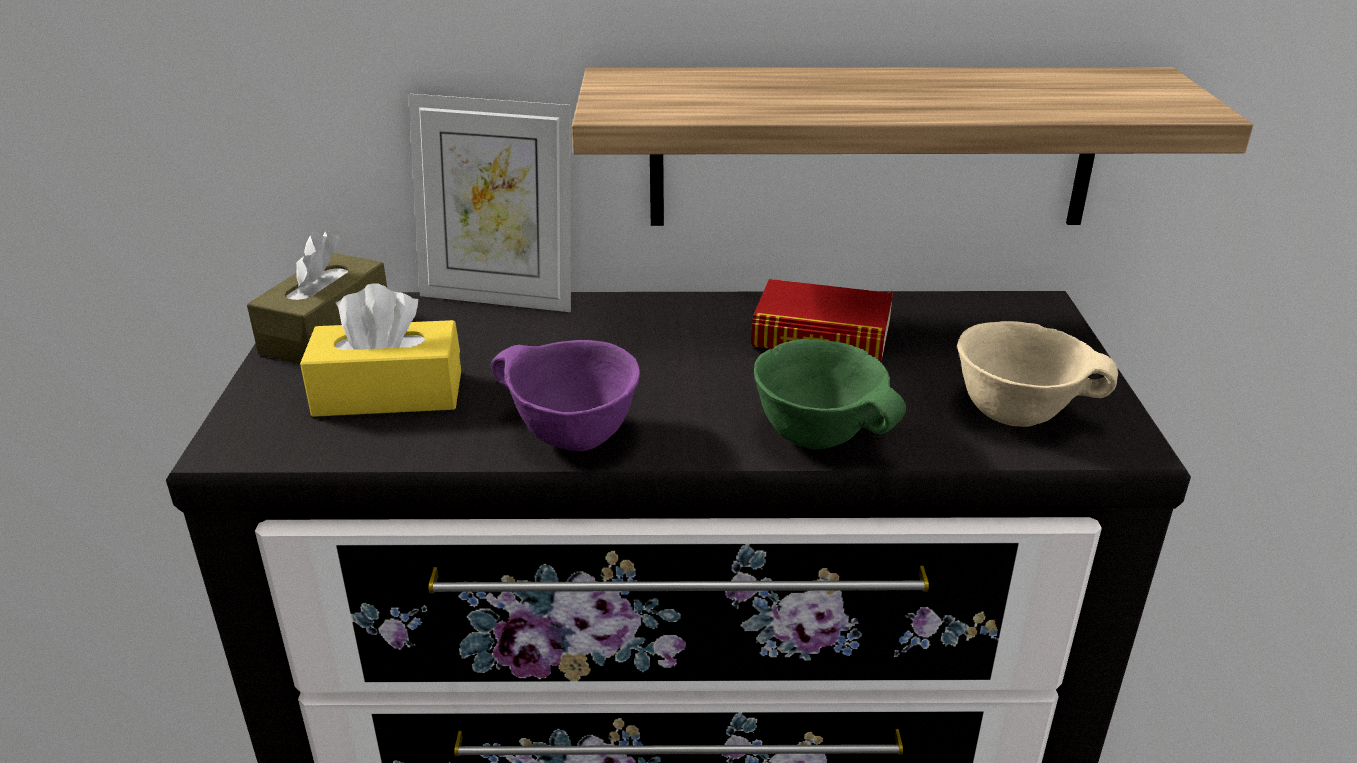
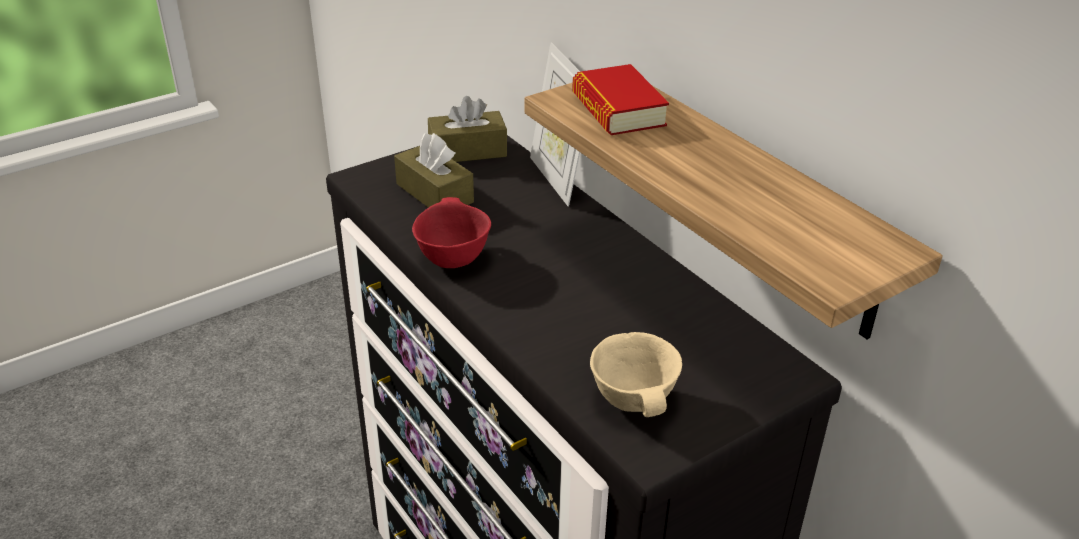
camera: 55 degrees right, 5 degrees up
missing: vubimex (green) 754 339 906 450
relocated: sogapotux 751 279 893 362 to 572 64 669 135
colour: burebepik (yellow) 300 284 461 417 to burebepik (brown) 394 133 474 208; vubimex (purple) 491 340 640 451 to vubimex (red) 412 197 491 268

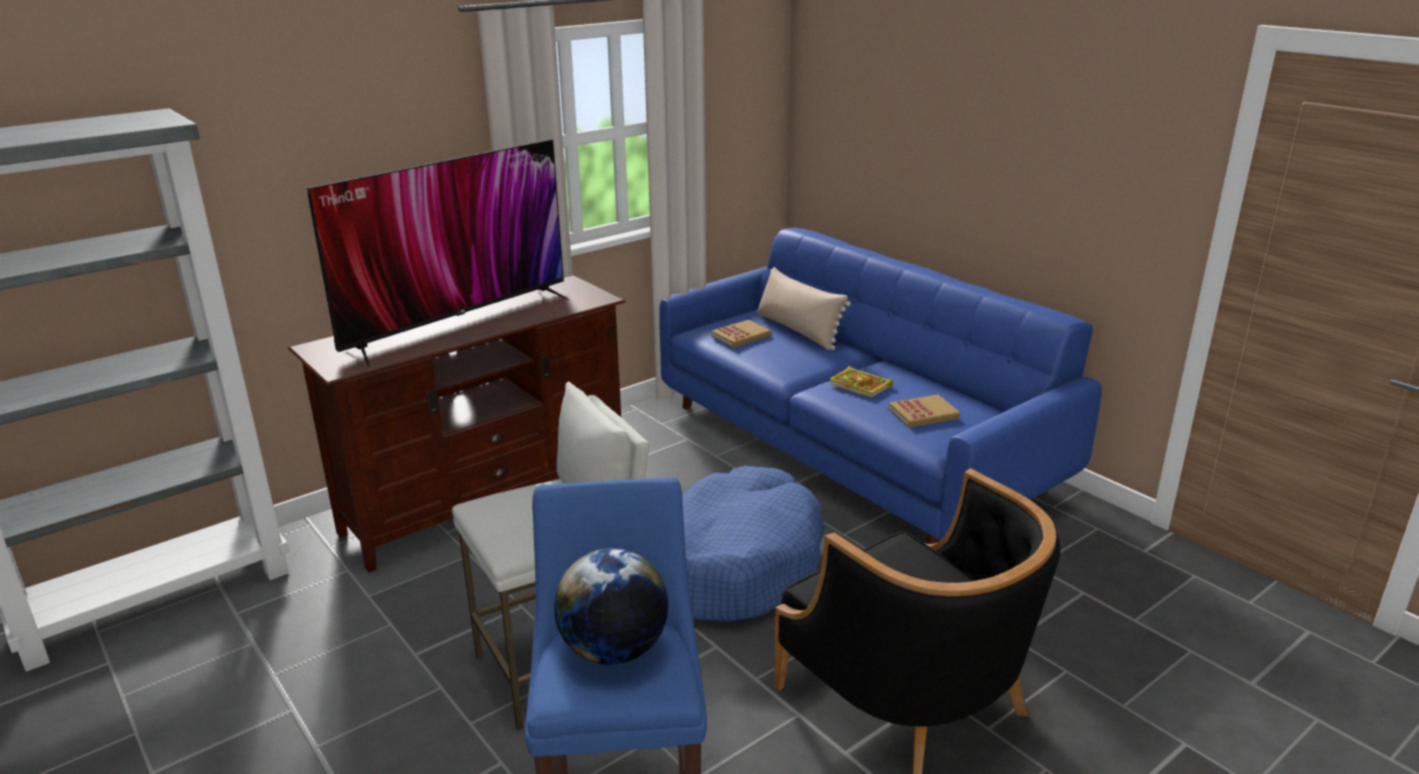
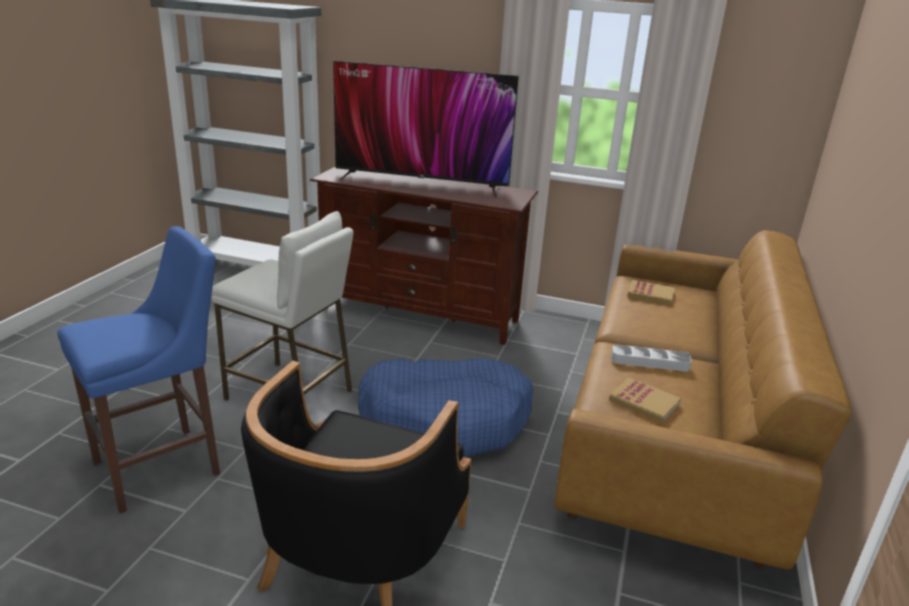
camera: 55 degrees right, 0 degrees up
missing: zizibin 554 548 668 665; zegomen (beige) 757 267 851 350
exchanged: sogapotux 829 366 893 398 to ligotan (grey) 611 345 692 372
colour: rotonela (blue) 659 228 1102 544 to rotonela (brown) 554 230 851 570

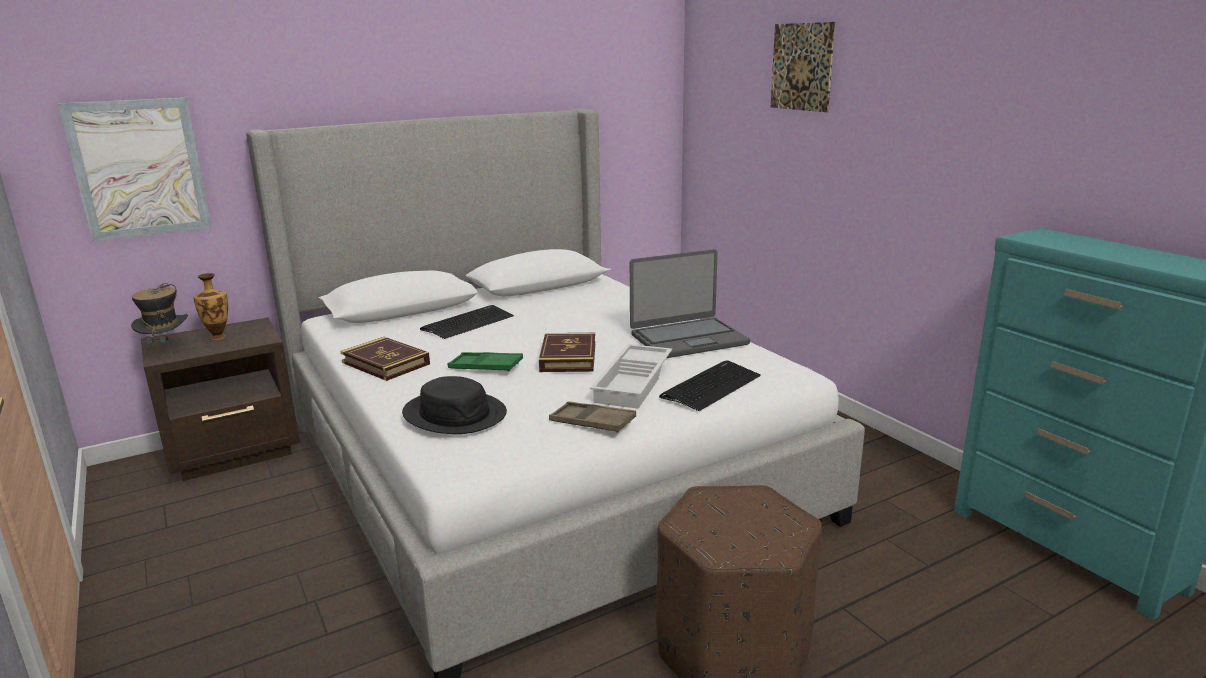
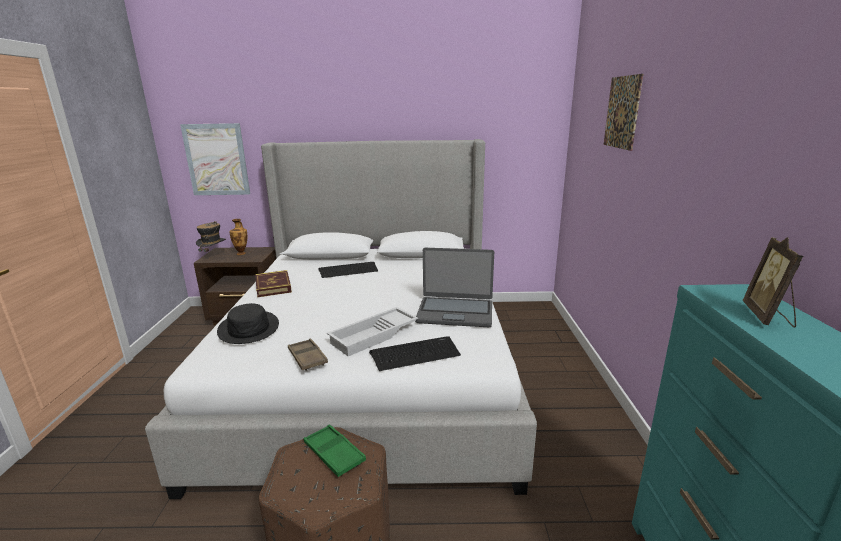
camera: 30 degrees right, 0 degrees up
missing: sogapotux 539 333 595 372
appeared: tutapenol 743 237 803 327
relocated: ligotan (green) 448 352 523 372 to 304 425 366 477

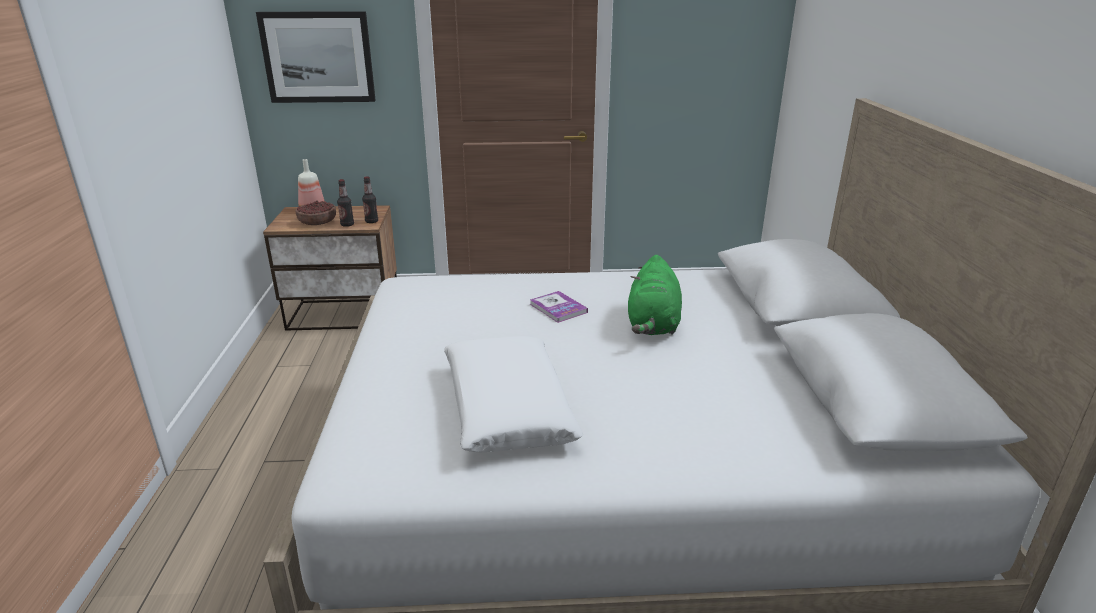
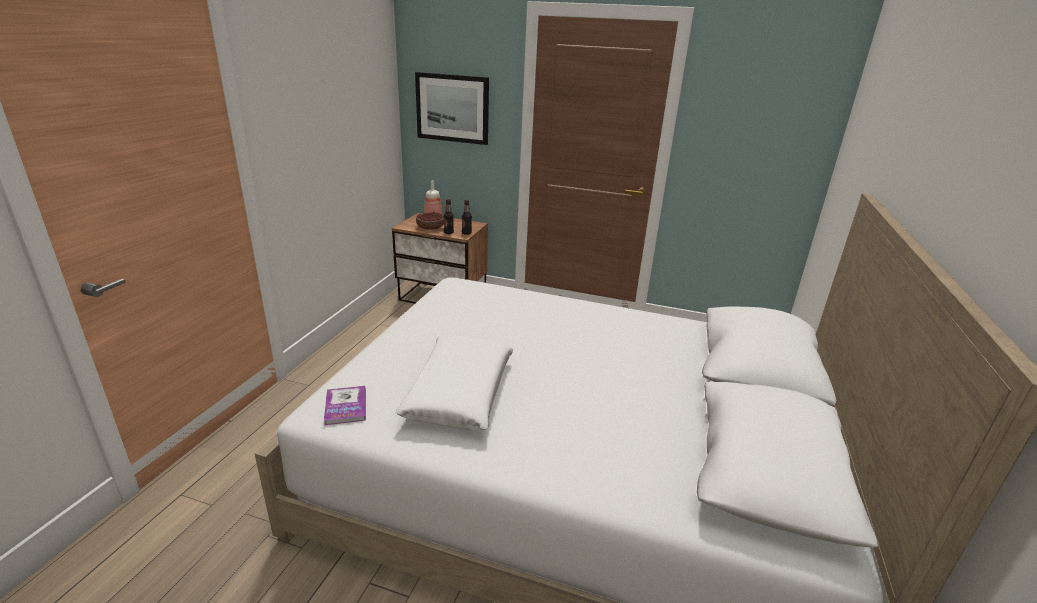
camera: 20 degrees right, 0 degrees up
missing: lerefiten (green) 628 255 682 335
relocated: sogapotux 530 291 588 323 to 324 386 366 425

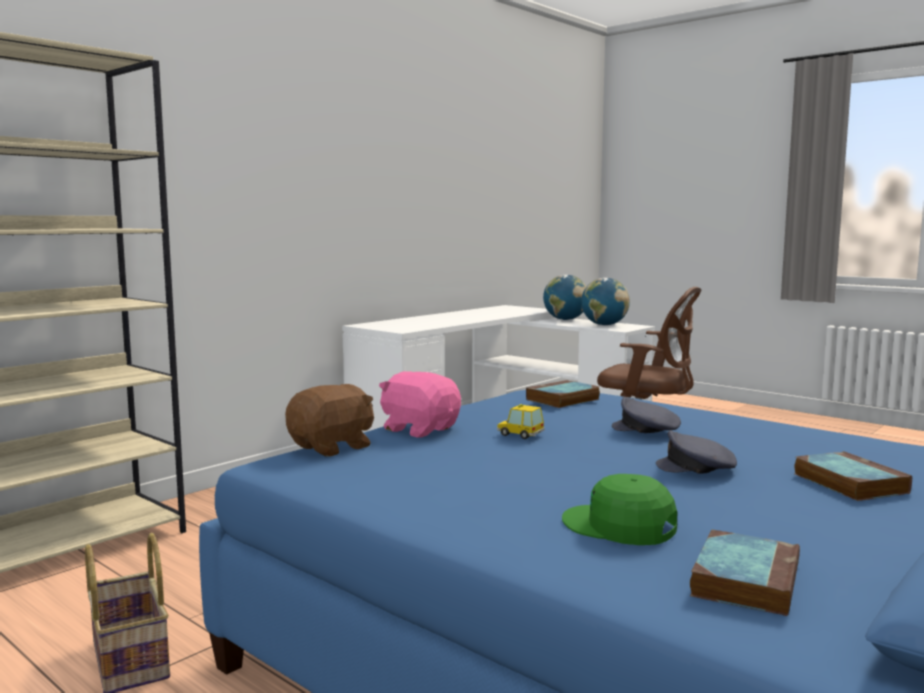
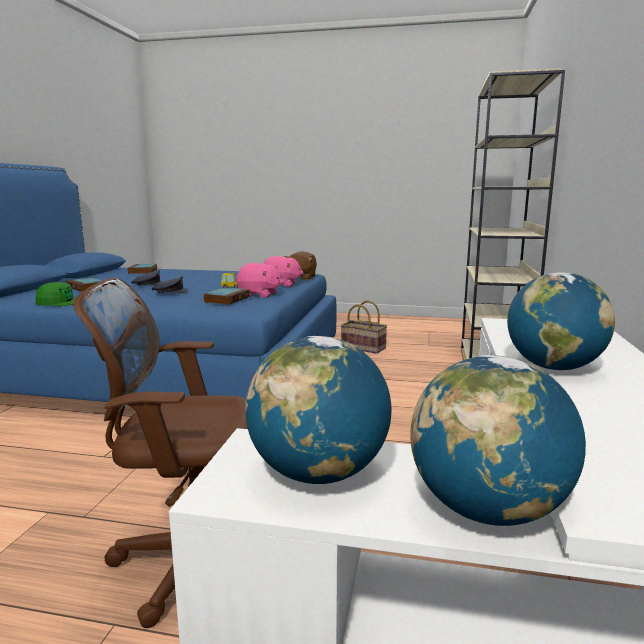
camera: 150 degrees right, 5 degrees up
appeared: lerefiten (pink) 236 263 283 298; zizibin 507 272 615 370
relocated: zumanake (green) 562 474 677 545 to 36 282 76 306

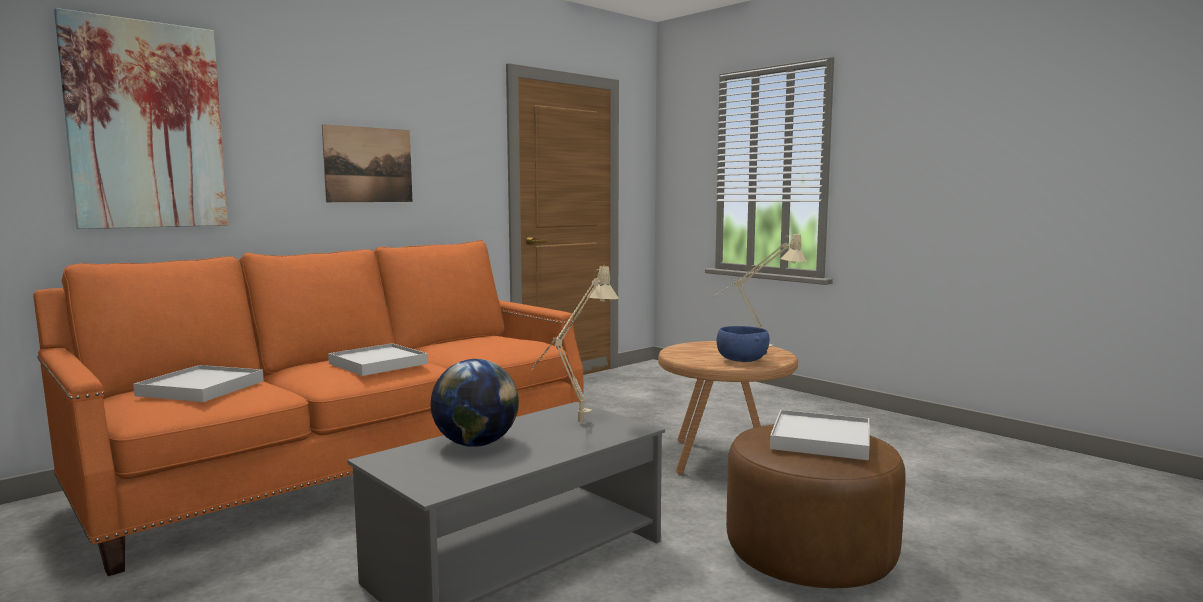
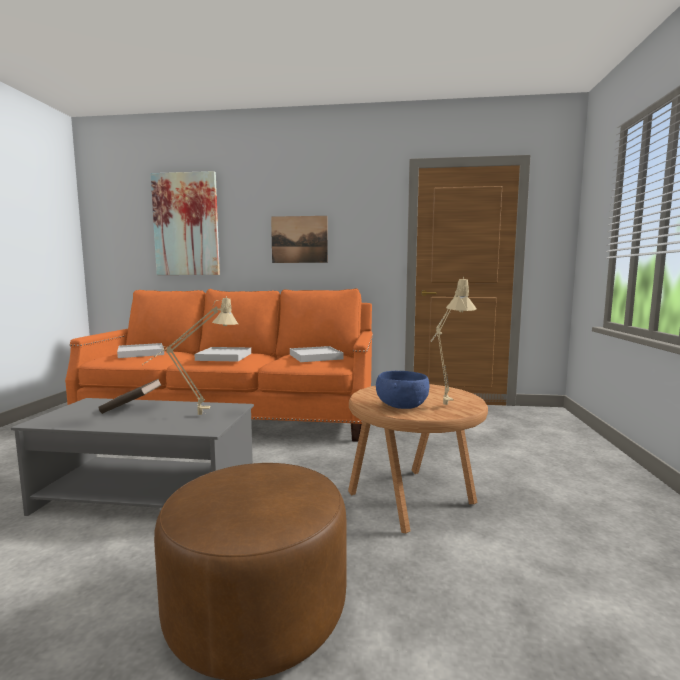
camera: 50 degrees right, 0 degrees up
relocated: ligotan (white) 770 410 870 460 to 290 346 344 362
exchanged: zizibin 430 359 519 447 to sogapotux (brown) 98 379 161 414

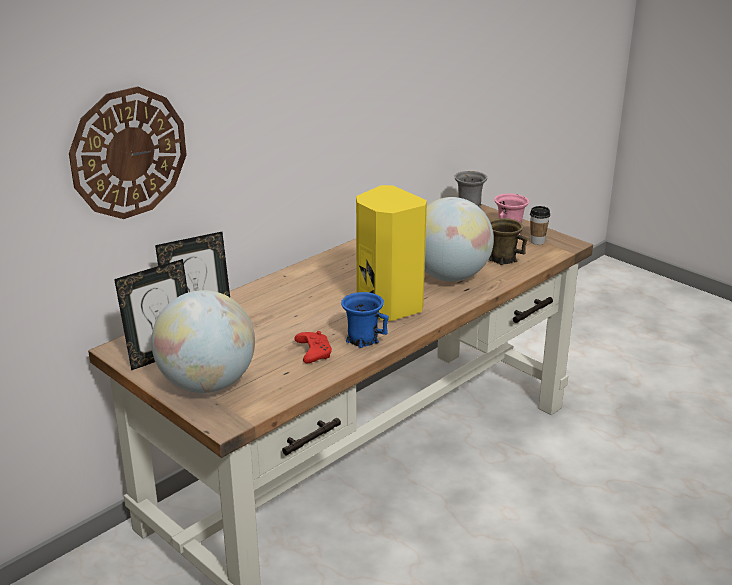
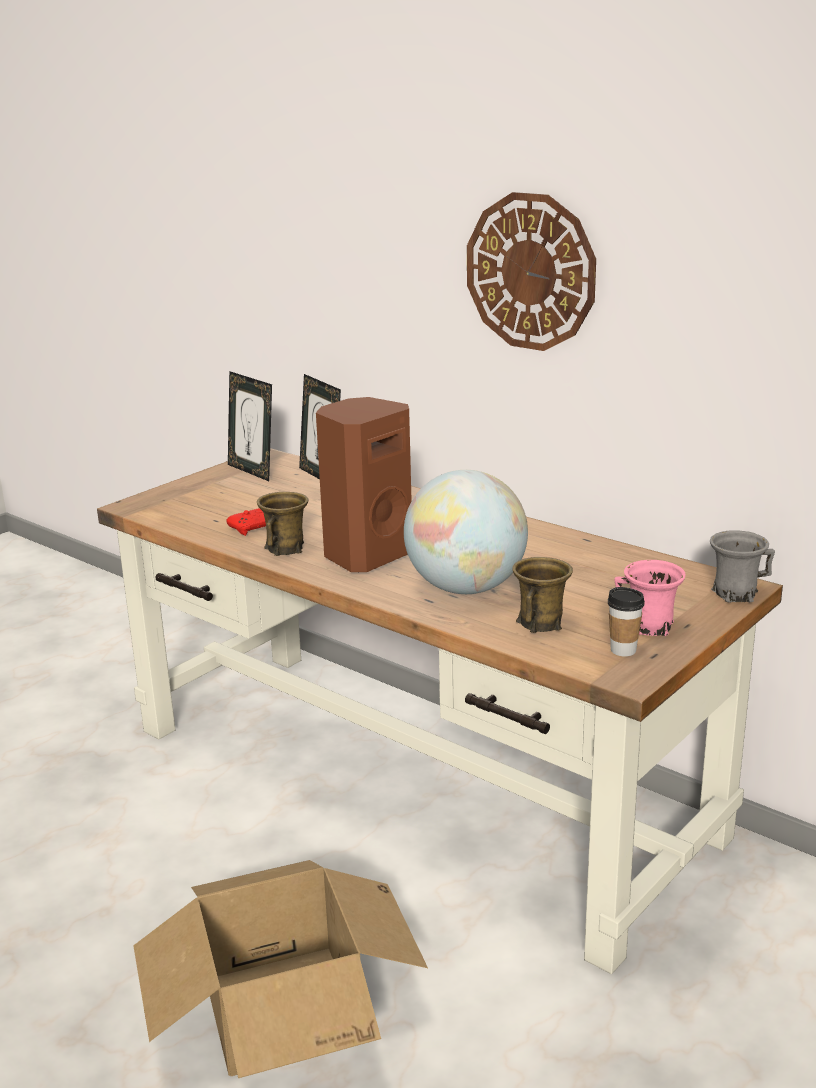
camera: 85 degrees right, 5 degrees down
missing: zizibin 151 290 255 393
appeared: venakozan 133 860 428 1078
relocated: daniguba 69 86 187 219 to 467 192 596 351
colour: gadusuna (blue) 341 292 389 348 to gadusuna (brown) 257 492 309 556; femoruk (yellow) 356 185 427 321 to femoruk (brown) 316 397 412 572

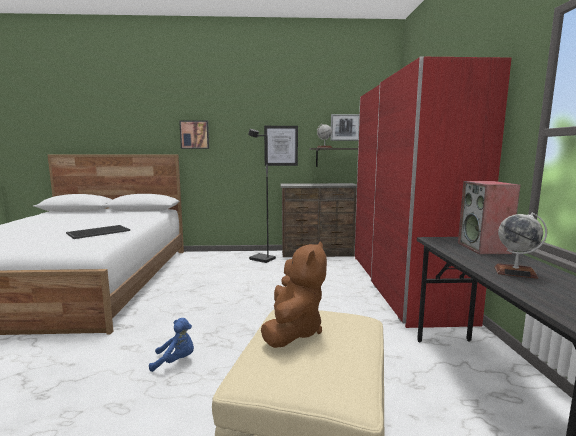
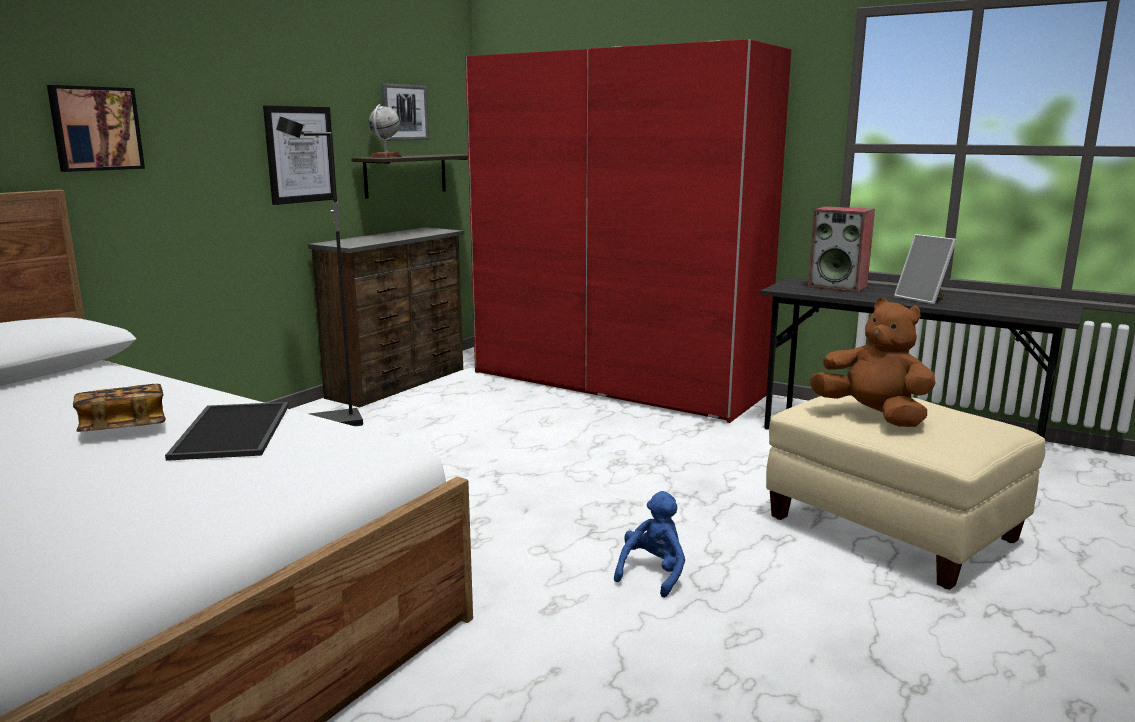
camera: 55 degrees left, 5 degrees up
appeared: sogapotux 73 384 166 432
exchanged: zizibin 494 213 547 279 to tutapenol 894 234 957 304

